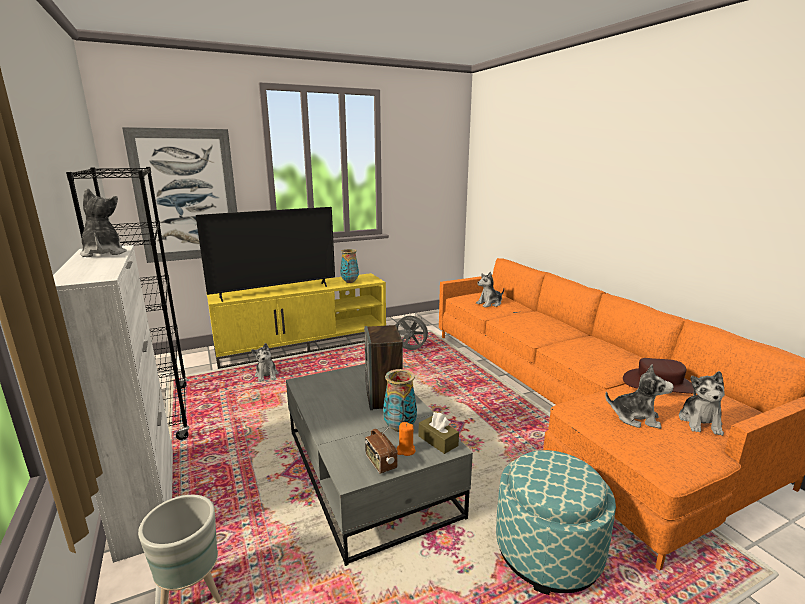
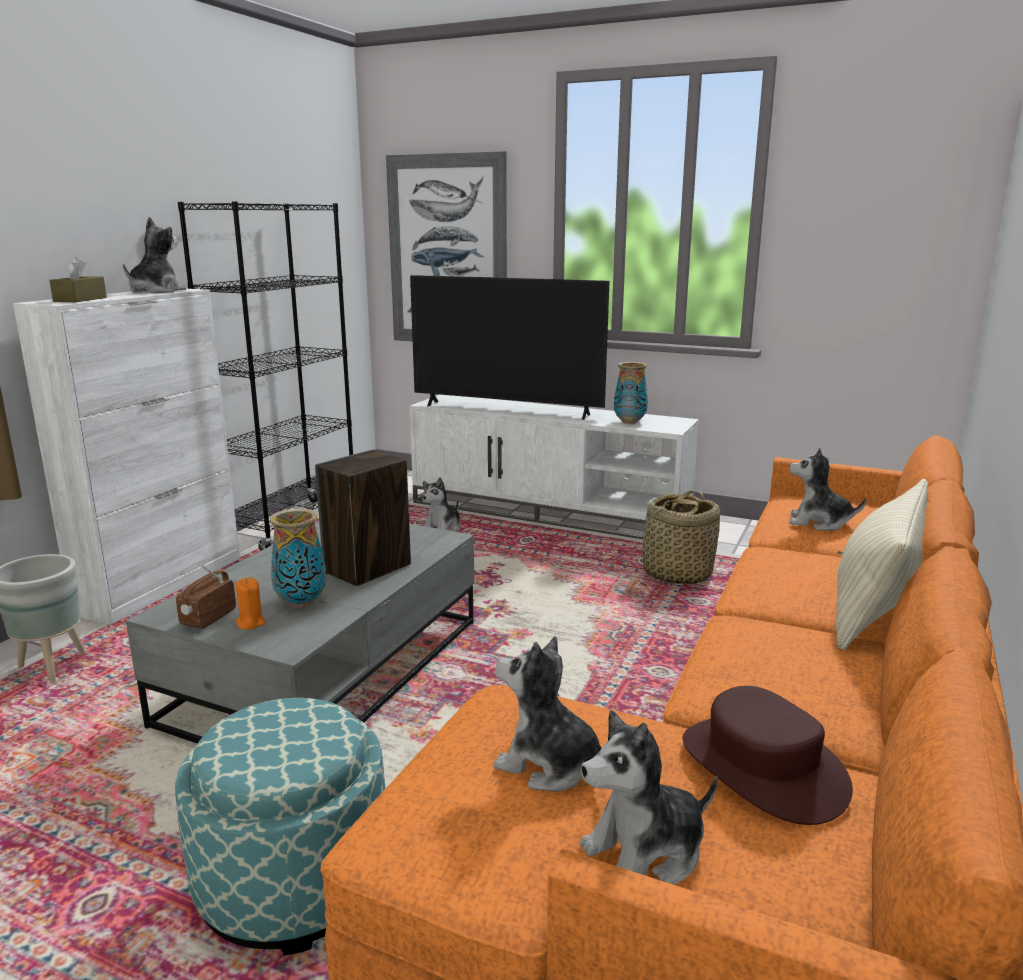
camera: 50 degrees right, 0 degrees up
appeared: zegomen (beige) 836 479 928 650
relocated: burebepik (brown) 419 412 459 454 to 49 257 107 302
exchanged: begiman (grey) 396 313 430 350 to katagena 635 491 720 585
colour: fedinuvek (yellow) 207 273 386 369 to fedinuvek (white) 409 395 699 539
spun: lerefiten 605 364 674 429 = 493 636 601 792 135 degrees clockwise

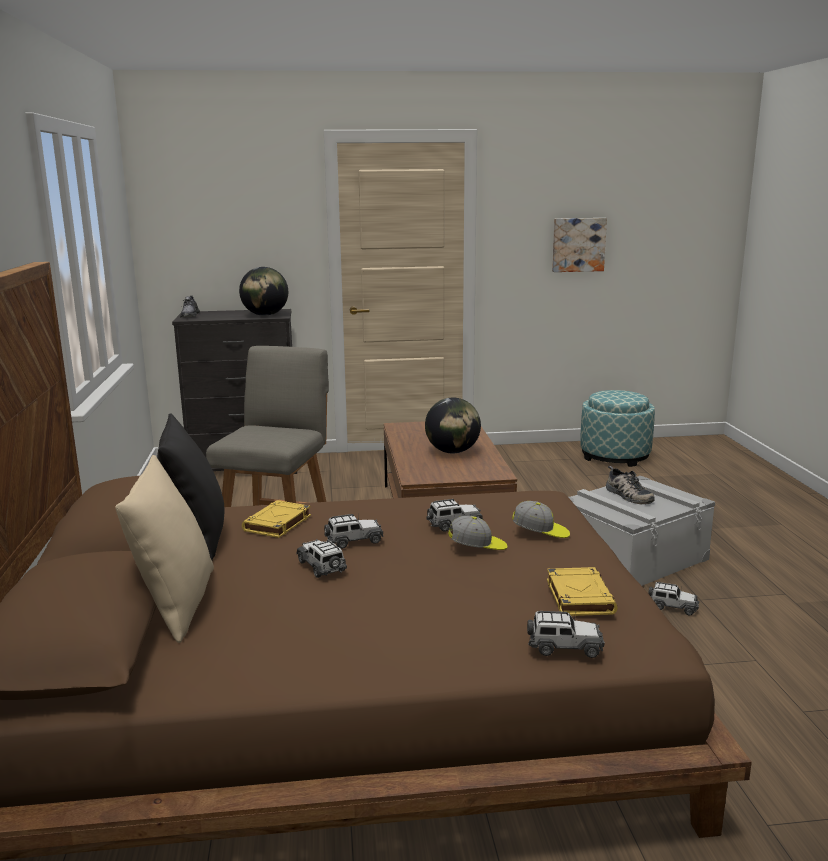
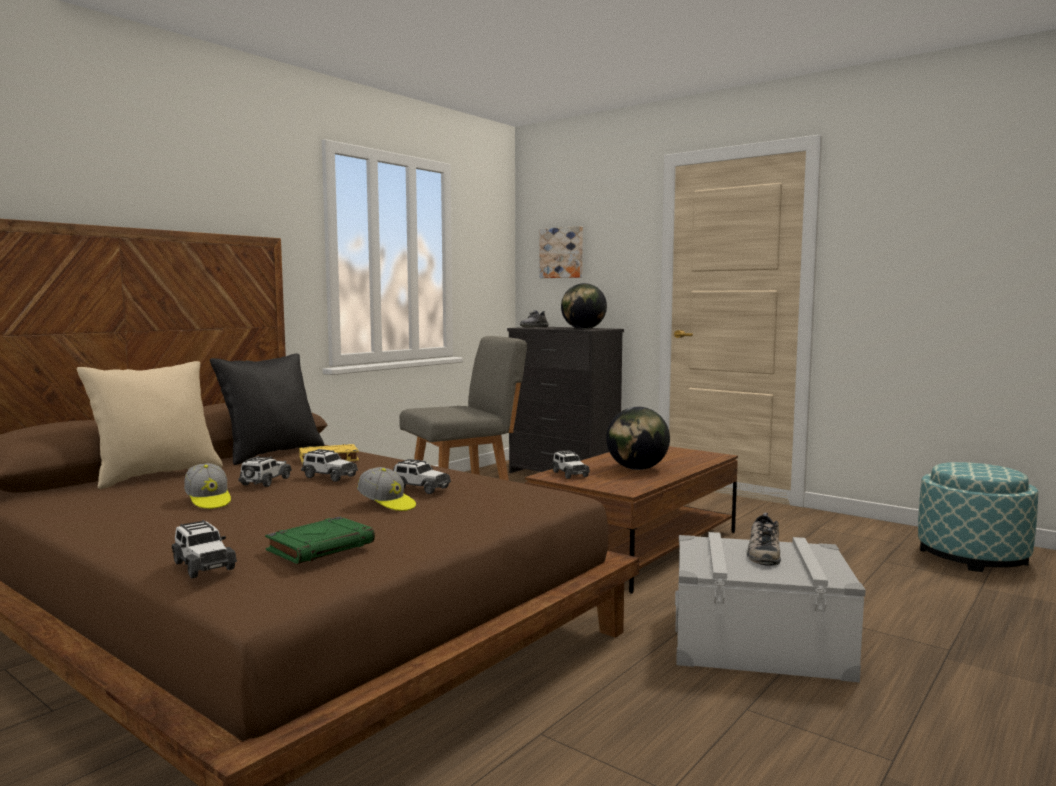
camera: 45 degrees right, 10 degrees down
relocated: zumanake 512 501 570 538 to 184 463 231 509; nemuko 552 218 607 272 to 539 226 583 278; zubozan 648 582 699 615 to 552 450 590 479
colour: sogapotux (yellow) 547 567 617 616 to sogapotux (green) 265 516 375 564

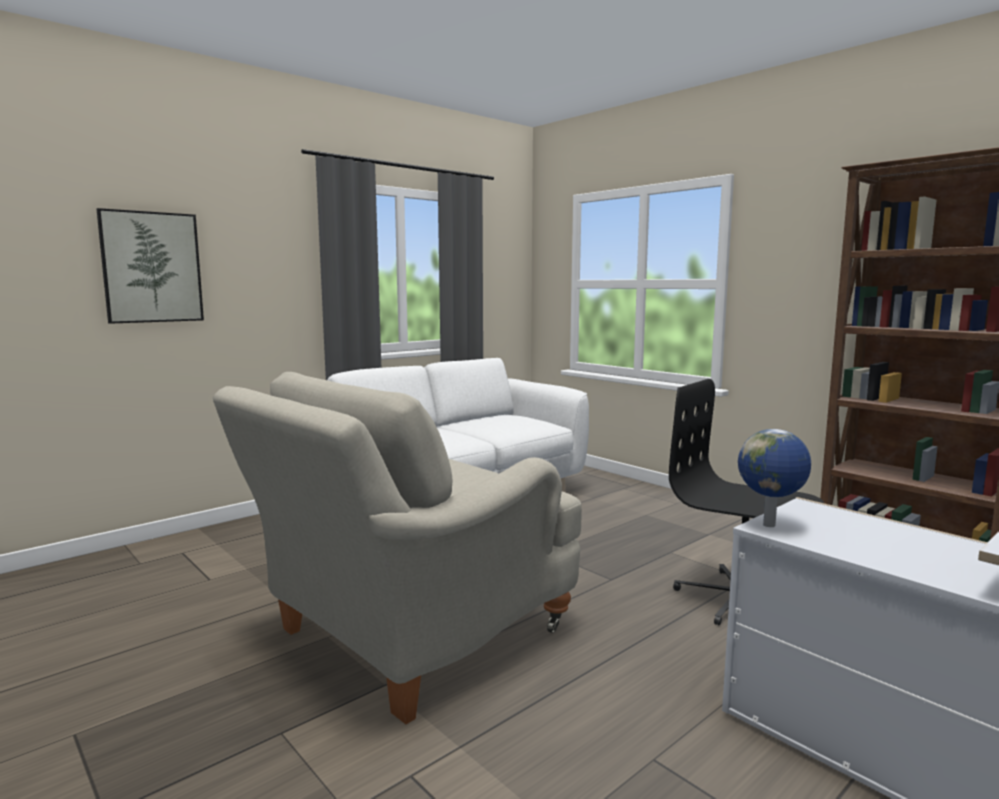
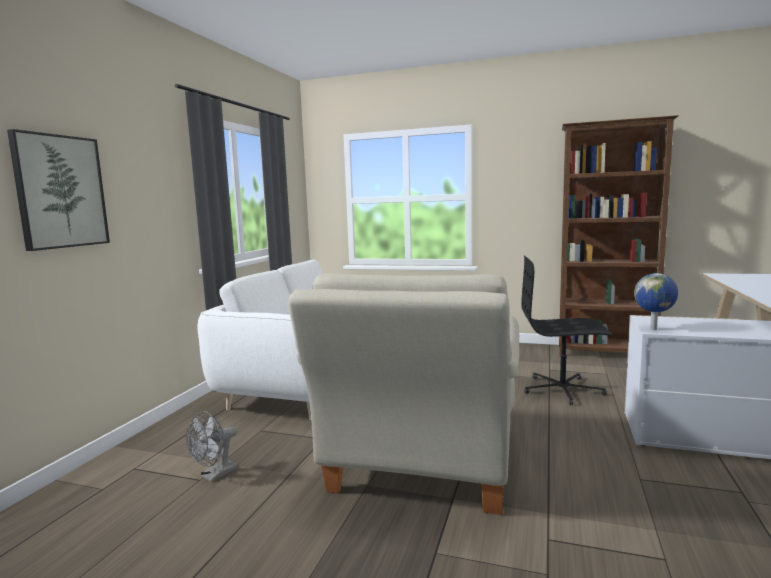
camera: 30 degrees left, 0 degrees up
appeared: begiman (grey) 186 411 238 482

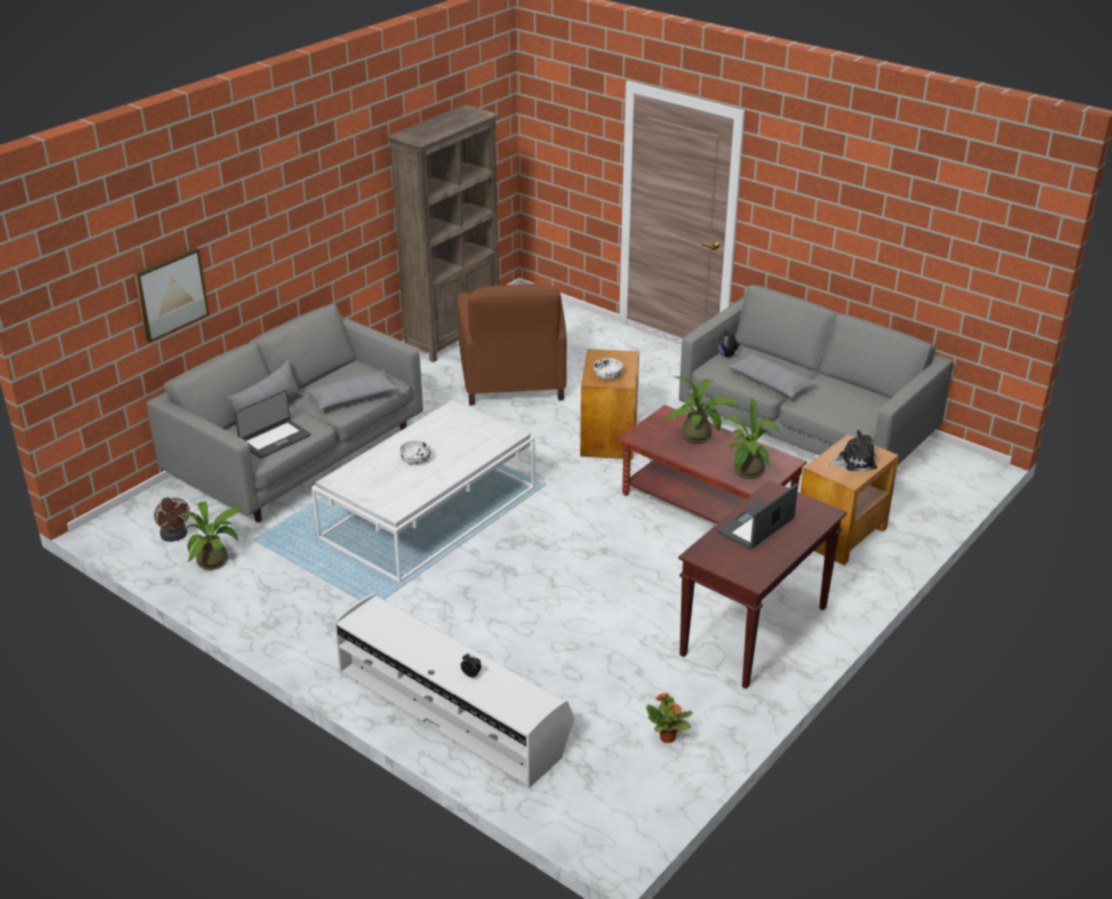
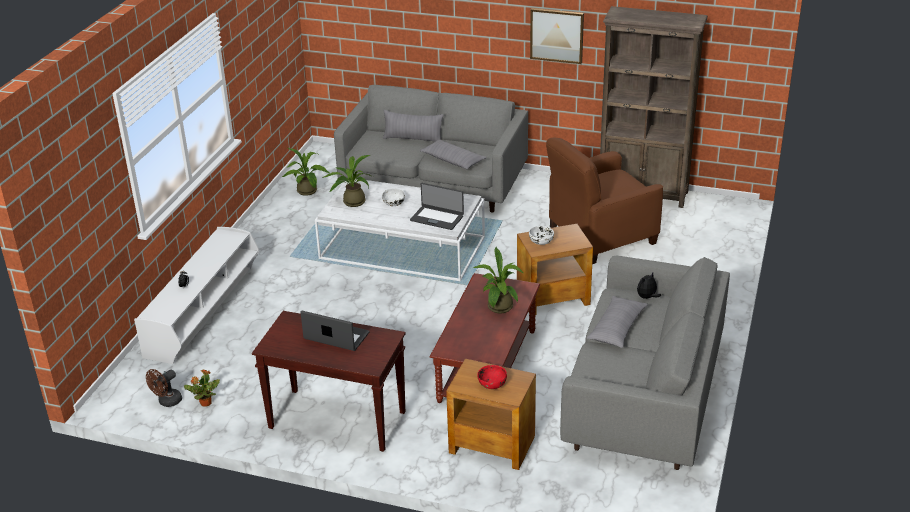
camera: 70 degrees right, 0 degrees up
relocated: nemuko 134 248 209 343 to 530 8 584 64; begiman (brown) 154 497 190 542 to 146 369 182 407; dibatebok 234 390 311 459 to 410 183 464 230; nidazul 721 398 781 479 to 322 155 373 207
exchanged: lerefiten 829 430 877 472 to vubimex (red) 477 365 507 389

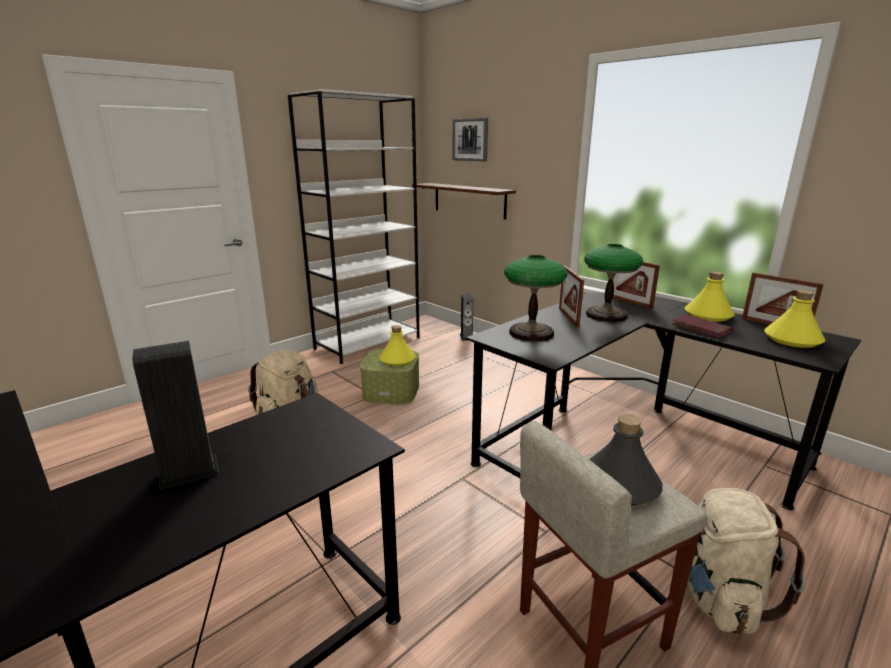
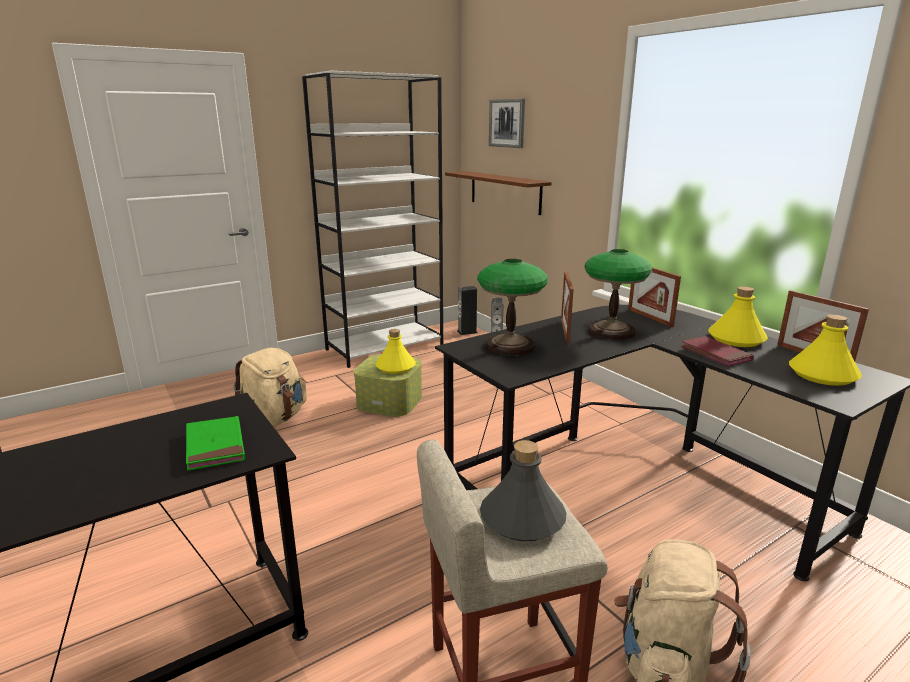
camera: 10 degrees right, 0 degrees up
appeared: sogapotux (green) 186 416 245 471
relocated: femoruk 132 341 219 490 to 457 286 477 335

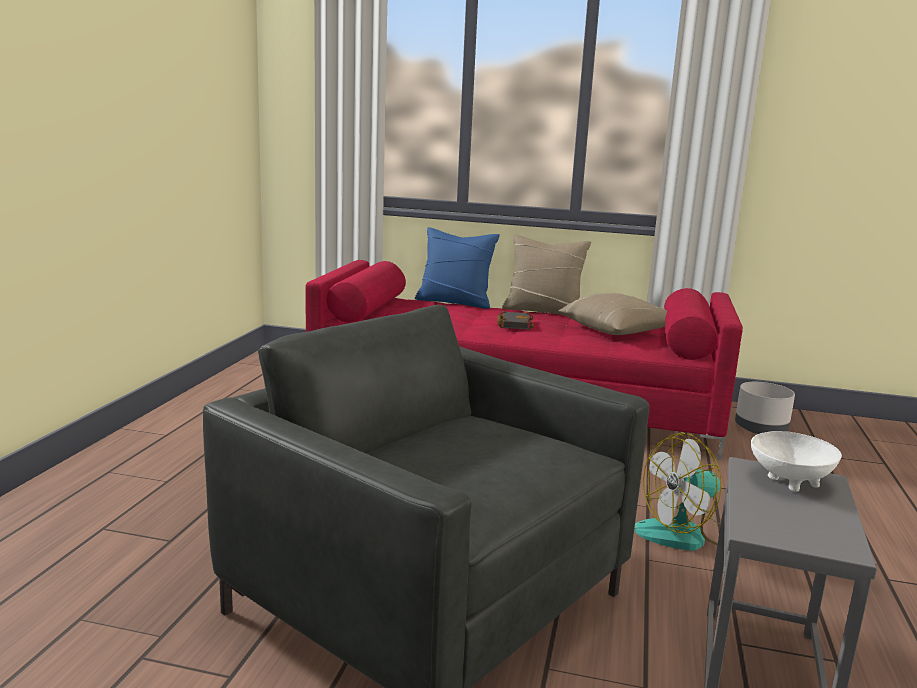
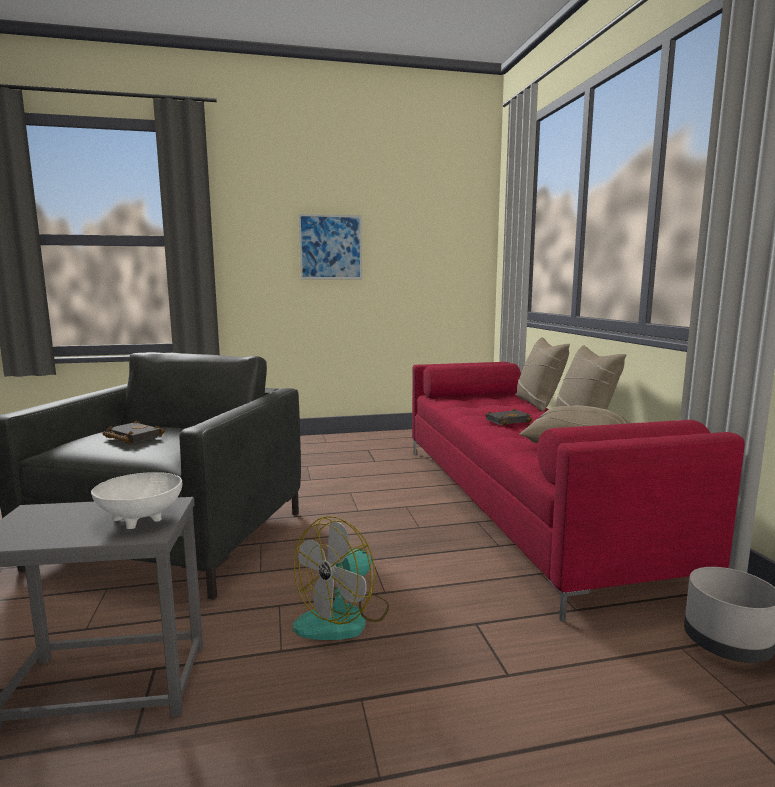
camera: 65 degrees right, 5 degrees down
appeared: sogapotux (black) 102 421 165 444; nemuko 298 214 362 279
colour: zegomen (blue) 415 227 500 309 to zegomen (beige) 517 337 570 411
spun: begiman 634 433 721 550 = 293 516 389 640 90 degrees counterclockwise

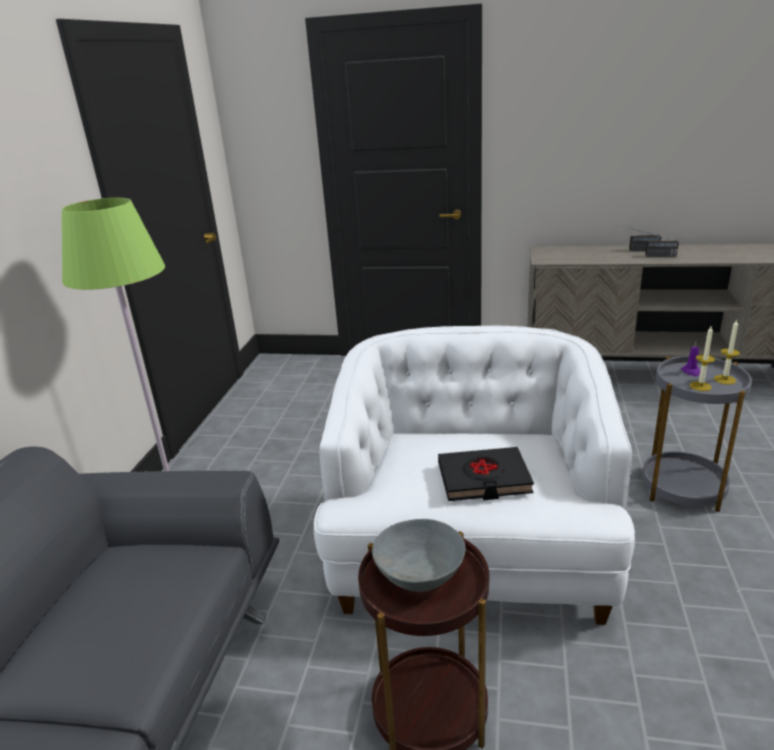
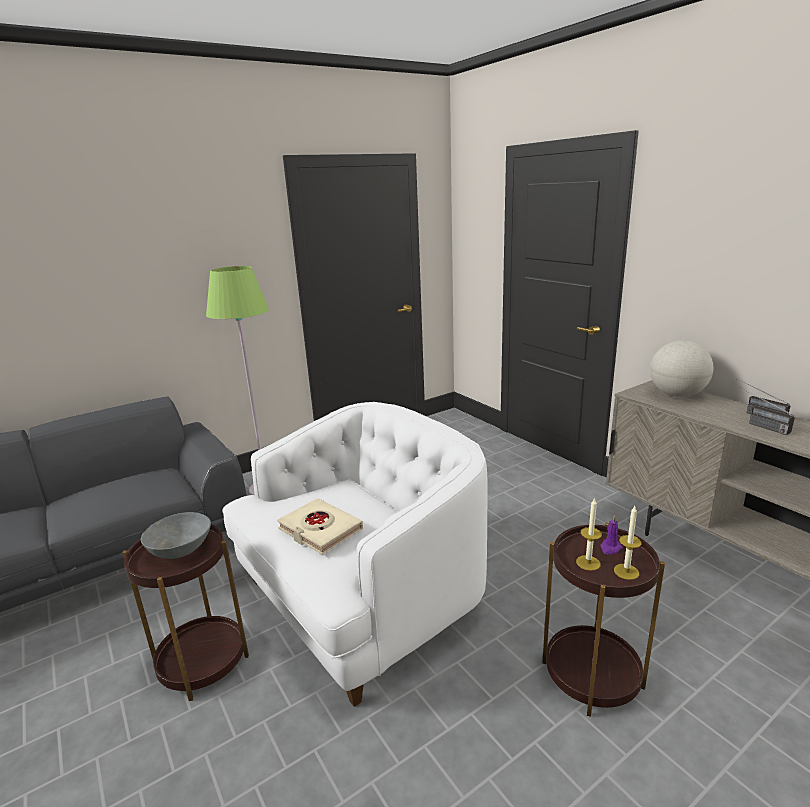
camera: 45 degrees right, 5 degrees down
appeared: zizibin 650 340 714 397
colour: sogapotux (black) 438 447 534 501 to sogapotux (beige) 277 498 363 555; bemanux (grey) 642 356 752 512 to bemanux (brown) 542 523 665 717

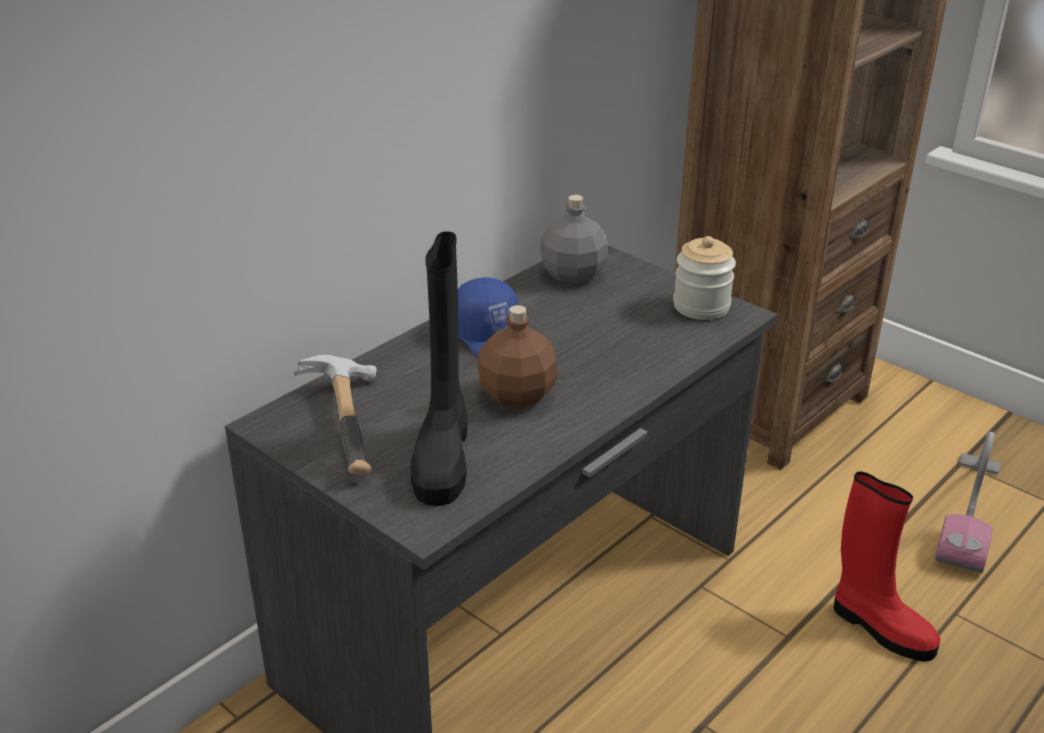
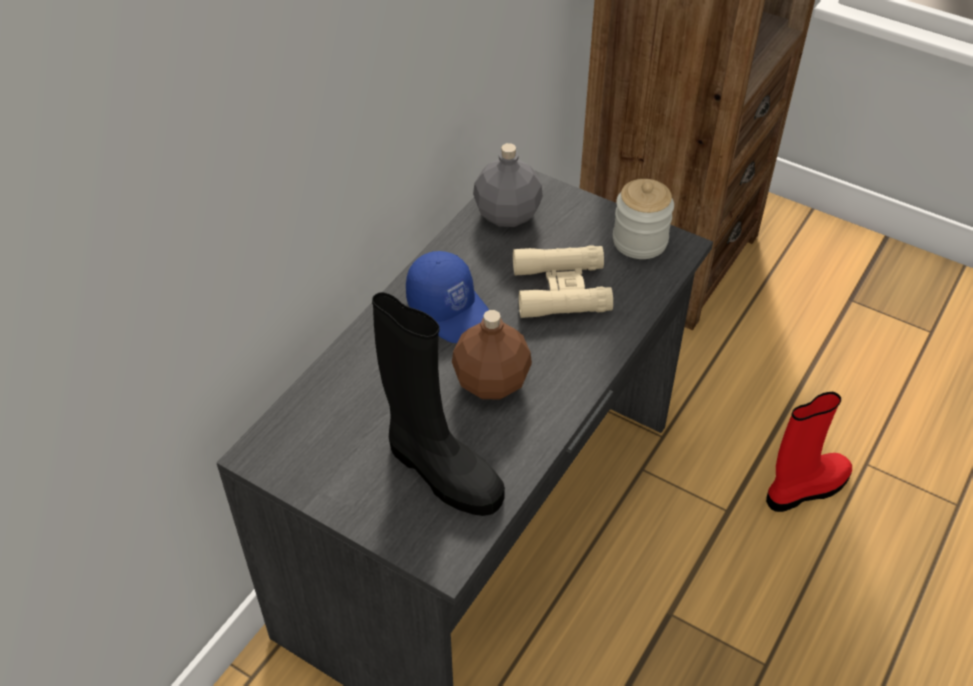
camera: 10 degrees left, 15 degrees up
missing: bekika 294 355 377 475; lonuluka 935 432 1000 573
appeared: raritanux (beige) 513 245 613 318
spun: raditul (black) 411 231 468 506 = 372 292 505 516 45 degrees counterclockwise; raditul (red) 834 471 940 661 = 766 392 852 512 60 degrees counterclockwise

